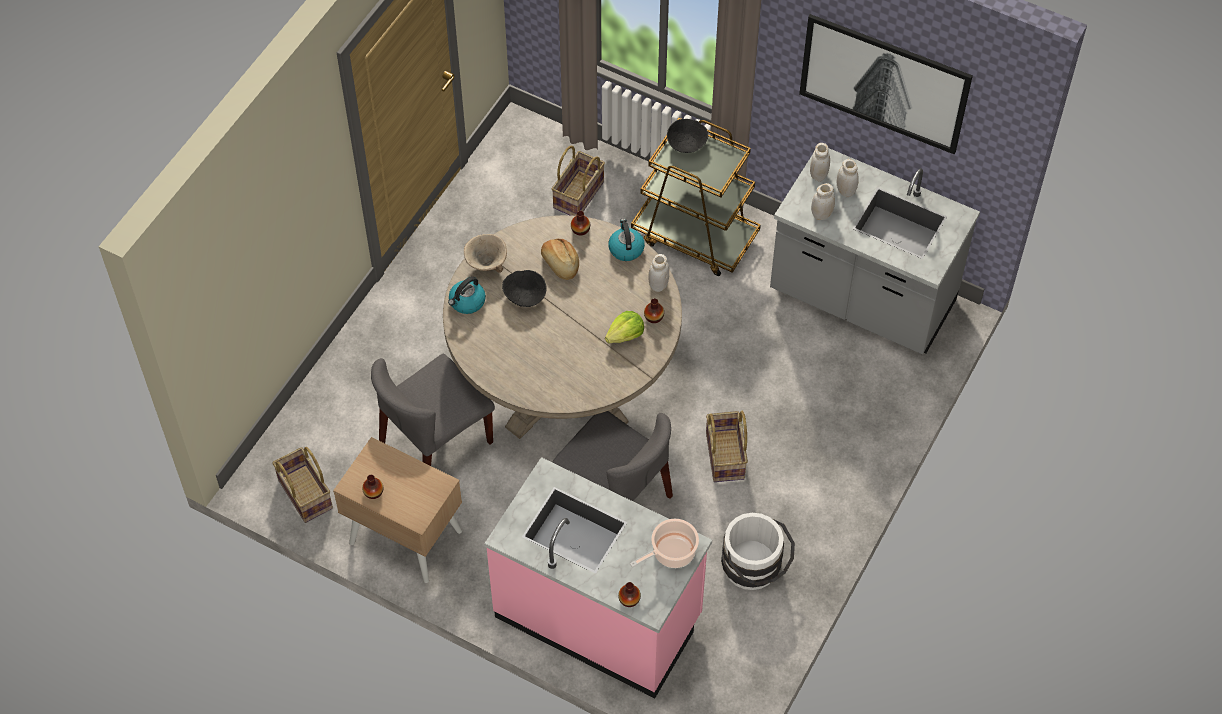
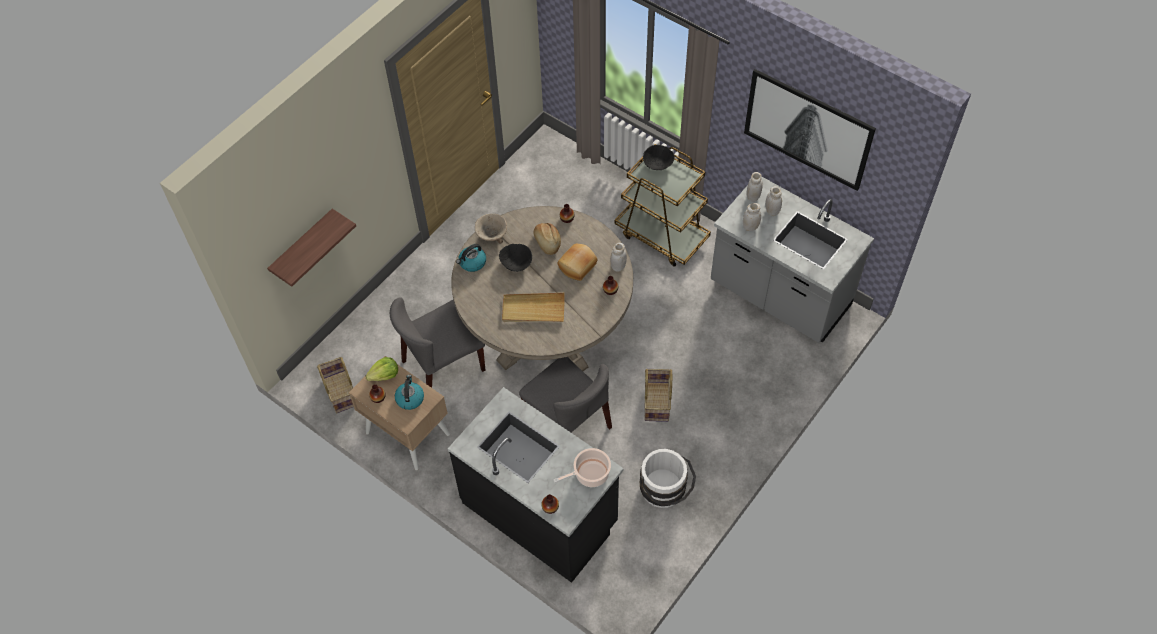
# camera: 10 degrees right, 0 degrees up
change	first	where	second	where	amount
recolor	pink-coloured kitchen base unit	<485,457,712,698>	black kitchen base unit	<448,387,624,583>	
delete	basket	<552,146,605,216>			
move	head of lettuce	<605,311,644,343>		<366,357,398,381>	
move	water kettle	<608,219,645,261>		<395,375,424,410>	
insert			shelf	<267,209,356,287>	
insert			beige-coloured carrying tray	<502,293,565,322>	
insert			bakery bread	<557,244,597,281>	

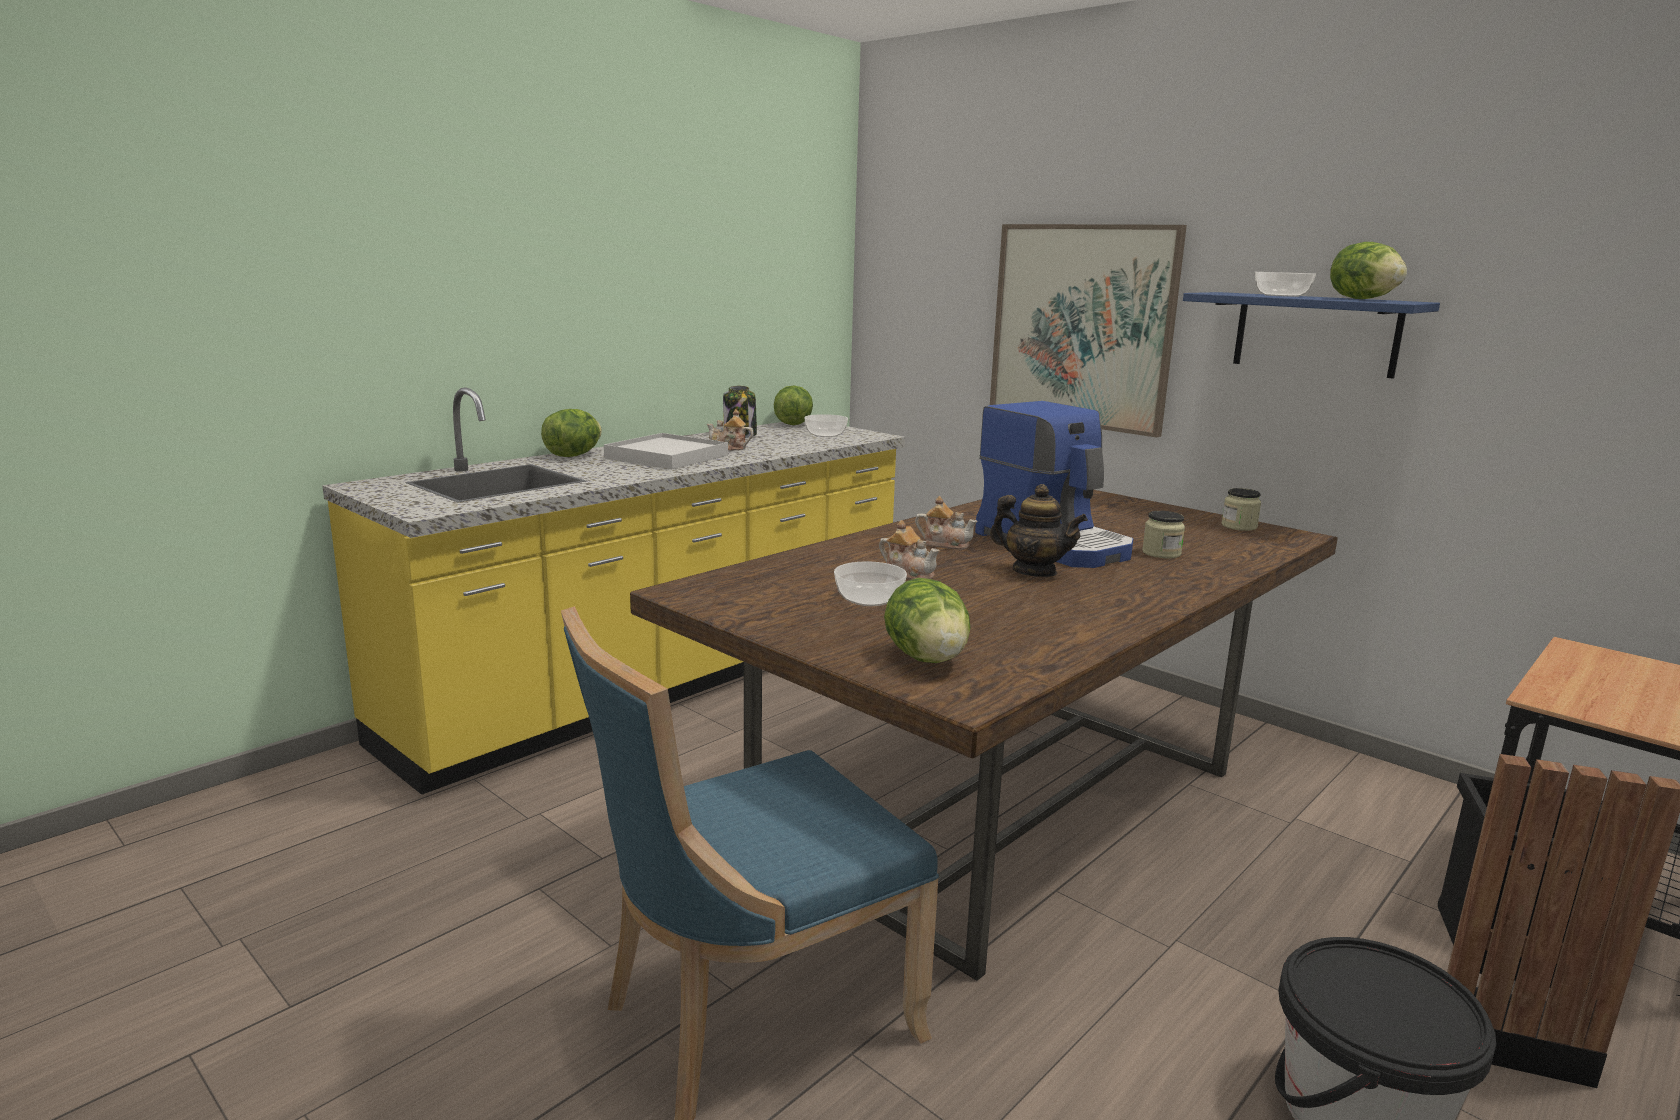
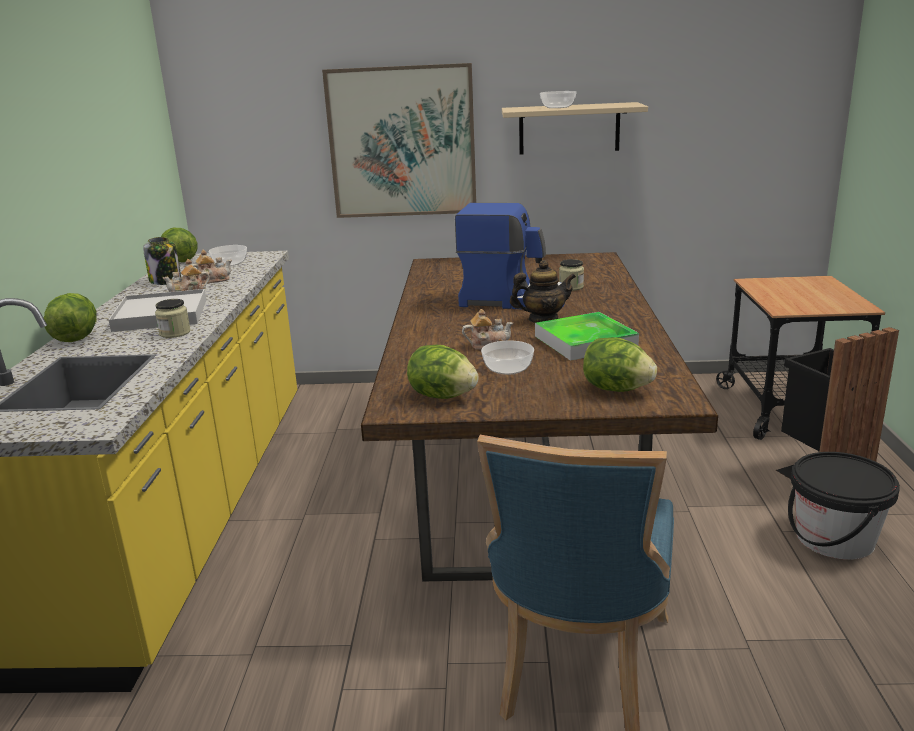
# camera: 40 degrees left, 5 degrees up
change	first	where	second	where	amount
move	pot for tea	<915,496,977,550>		<192,250,232,284>	
recolor	bluish shelf	<1183,292,1440,379>	beige-coloured shelf	<502,102,648,155>	
move	preserve jar	<1222,488,1261,531>		<155,299,191,338>	
move	head of lettuce	<1330,242,1407,299>		<407,345,479,399>	
insert			carrying tray	<535,312,639,361>	

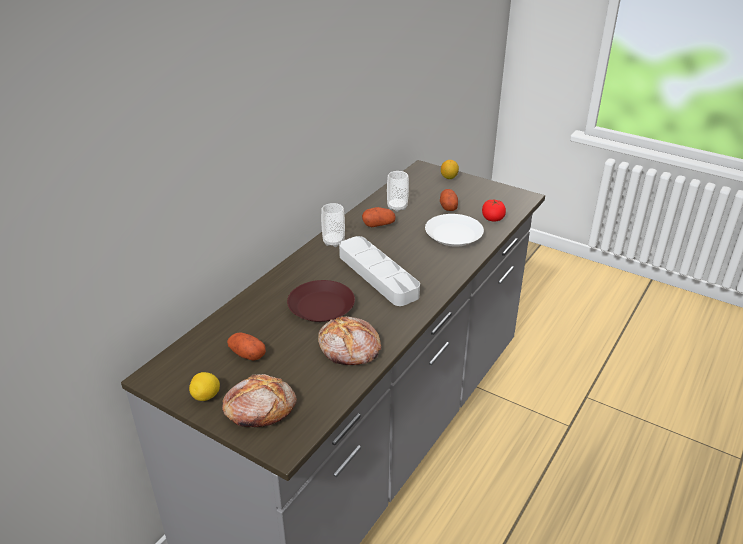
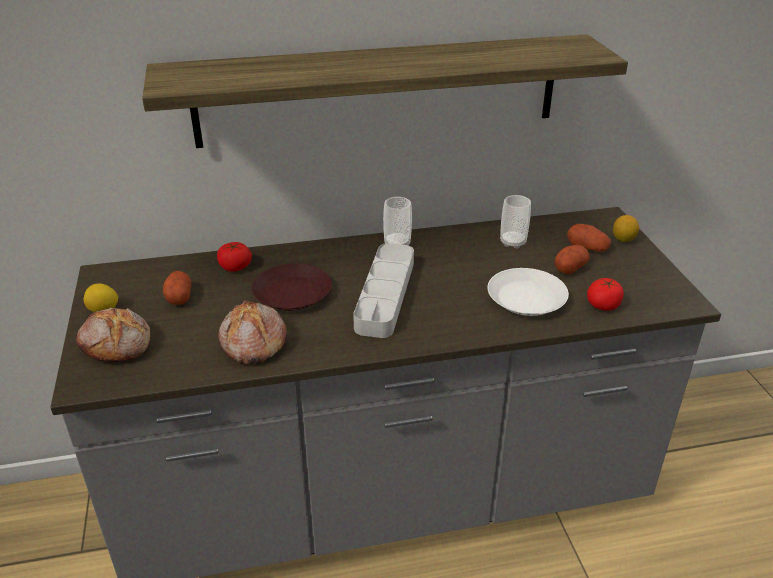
# camera: 45 degrees right, 0 degrees up
change	first	where	second	where	amount
move	whole potato	<362,207,396,227>		<567,224,611,252>	
insert			shelf	<142,34,628,148>	
insert			whole tomato	<217,242,252,272>	

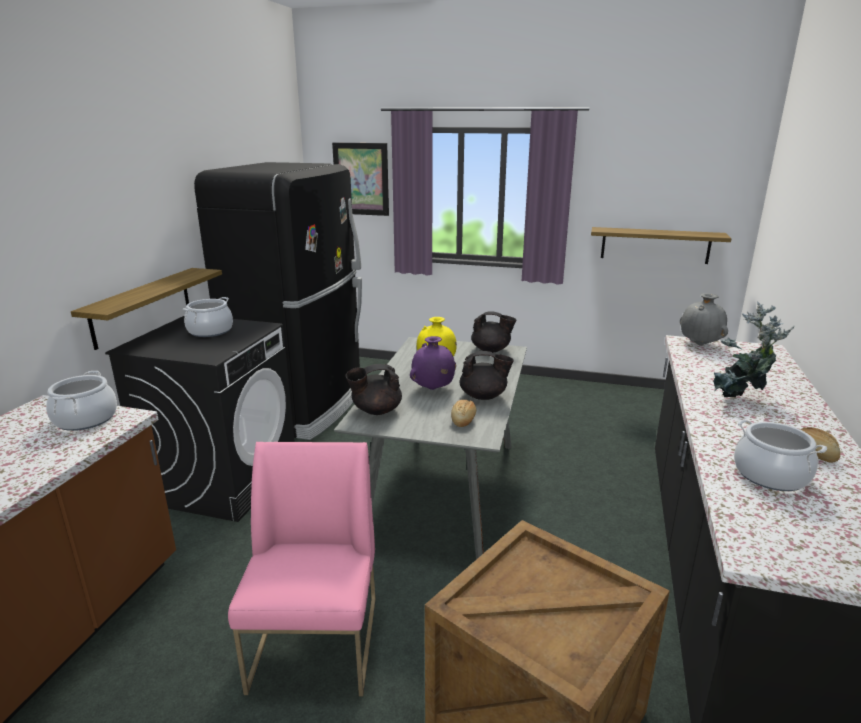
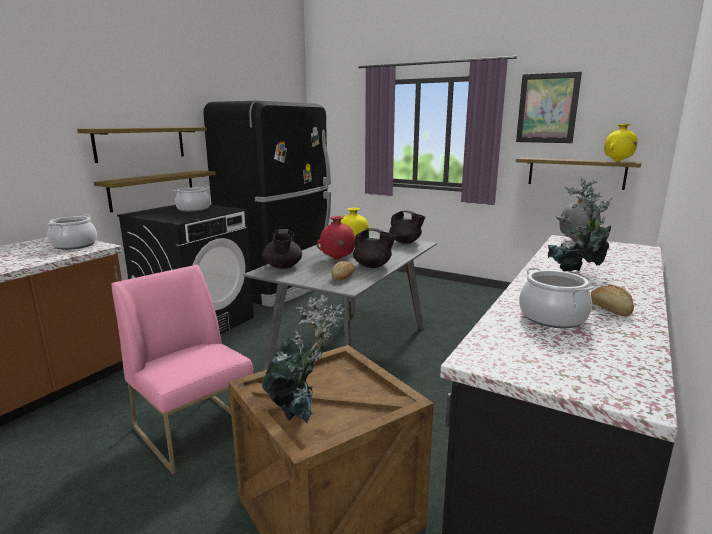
# camera: 15 degrees right, 5 degrees down
change	first	where	second	where	amount
rotate	pink-coloured plain chair	<228,442,376,697>		<111,265,253,475>	60 degrees counterclockwise
move	picture	<332,143,389,216>		<516,72,582,143>	
rotate	black pot for tea	<346,364,402,415>		<262,229,302,269>	90 degrees counterclockwise
recolor	purple decorative vase	<410,336,456,390>	red decorative vase	<317,216,355,260>	
insert			shelf	<77,127,207,163>	
insert			houseplant	<262,295,344,424>	
insert			yellow decorative vase	<604,124,637,162>	

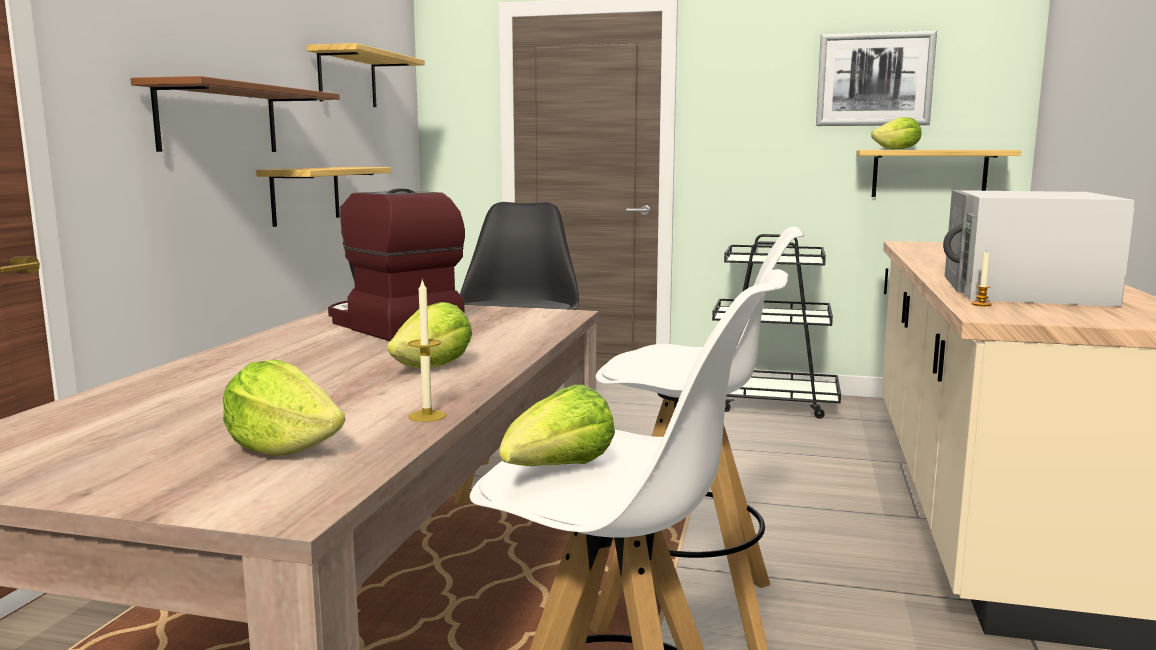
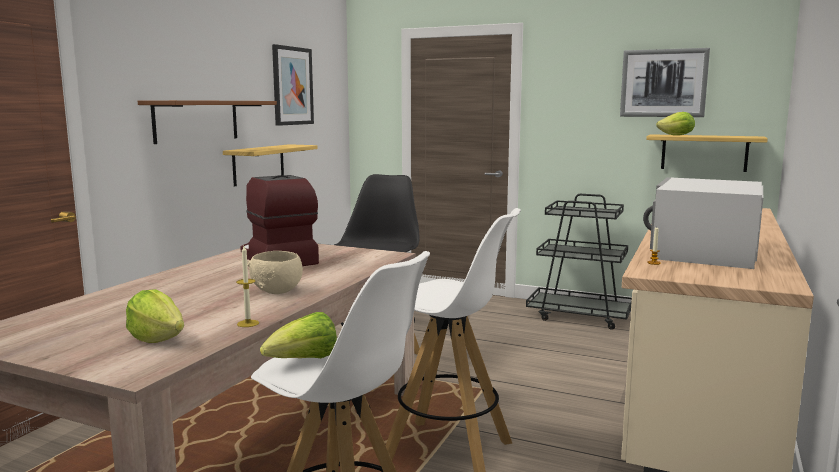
# camera: 10 degrees right, 0 degrees up
change	first	where	second	where	amount
replace	shelf	<306,43,425,107>	picture	<272,44,314,126>	
replace	head of lettuce	<387,302,472,368>	beige-coloured deep dish	<247,251,303,294>	

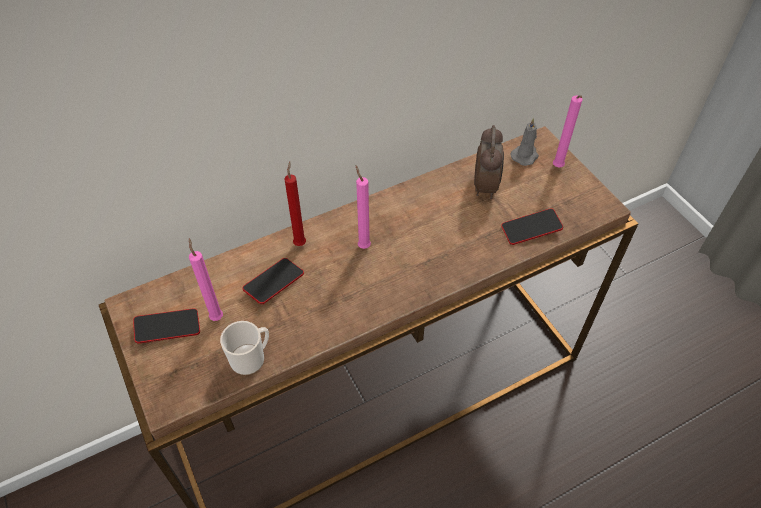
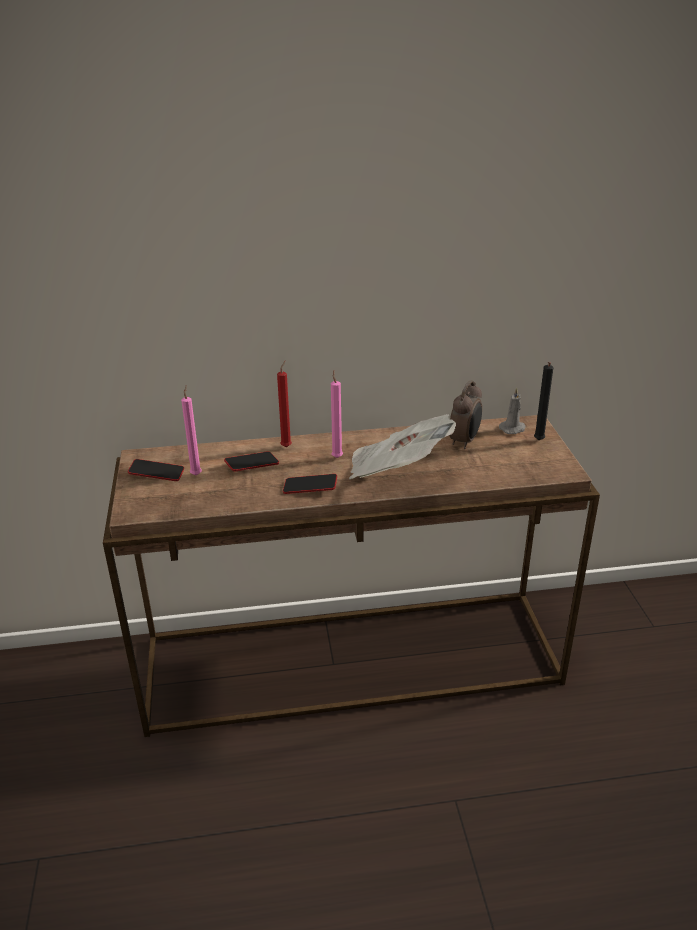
# camera: 20 degrees right, 20 degrees down
change	first	where	second	where	amount
delete	coffee mug	<220,321,269,375>			
move	handset	<501,208,563,245>		<283,474,337,494>	
recolor	pink-coloured wax candle	<553,95,583,167>	black wax candle	<534,362,553,440>	
insert			daily paper	<349,414,456,479>	

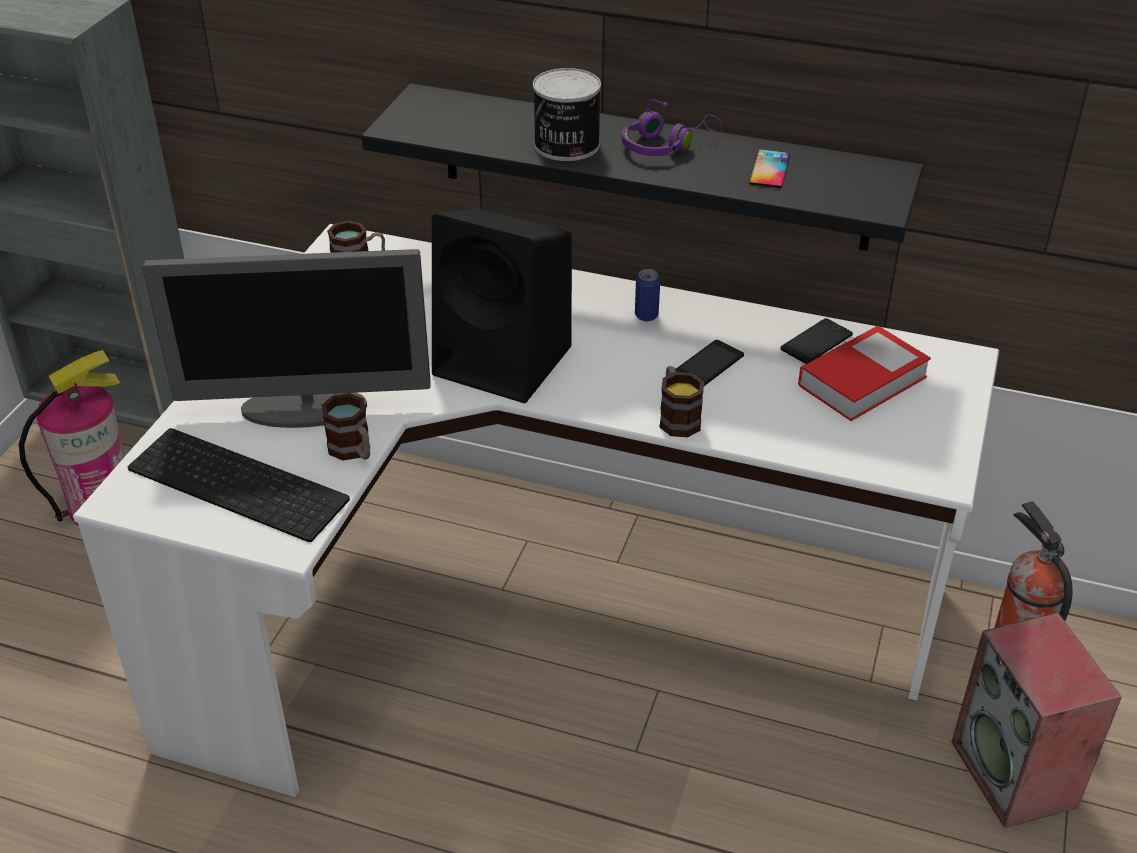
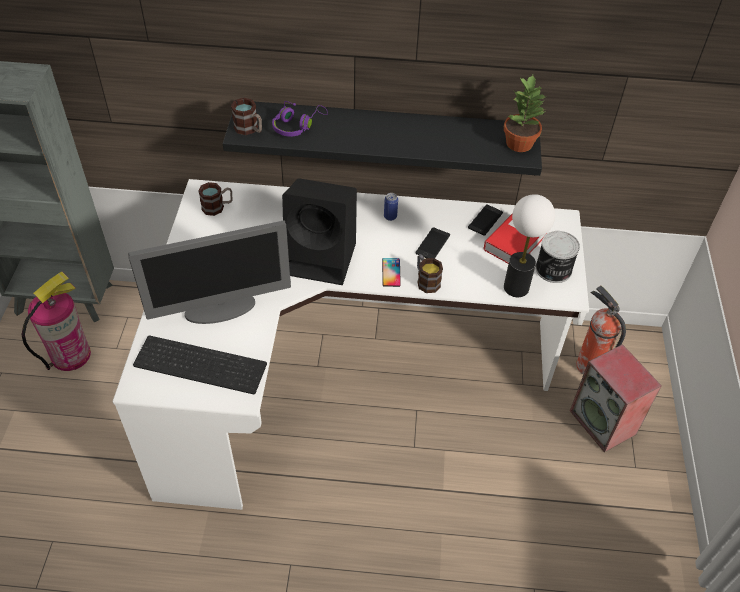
# camera: 15 degrees left, 10 degrees up
change	first	where	second	where	amount
move	coffee mug	<321,393,370,461>		<231,98,262,135>	
move	sealed can	<533,68,601,161>		<535,231,580,283>	
move	purple headset	<622,99,723,156>		<272,101,328,137>	
move	handset	<749,149,790,188>		<382,258,401,287>	
insert			houseplant	<504,75,546,152>	
insert			tabletop lamp	<504,194,555,297>	

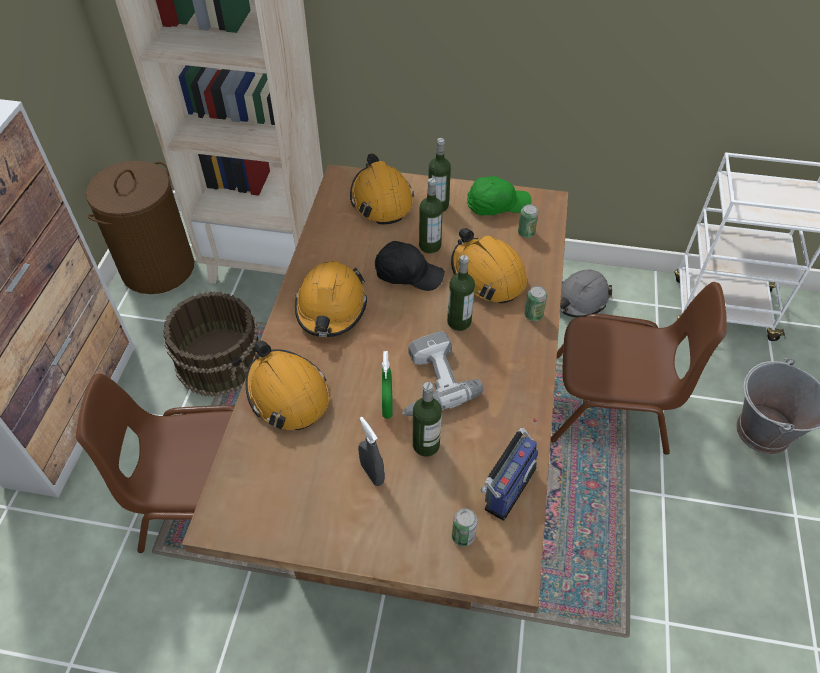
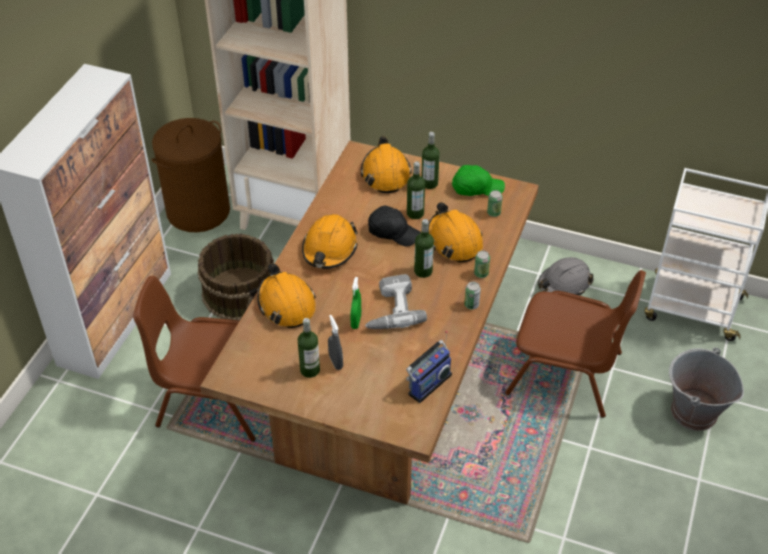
# camera: 10 degrees right, 5 degrees down
change	first	where	second	where	amount
move	bottle	<413,382,442,456>		<298,318,320,378>	
move	sealed can	<452,508,477,546>		<464,282,481,310>	

